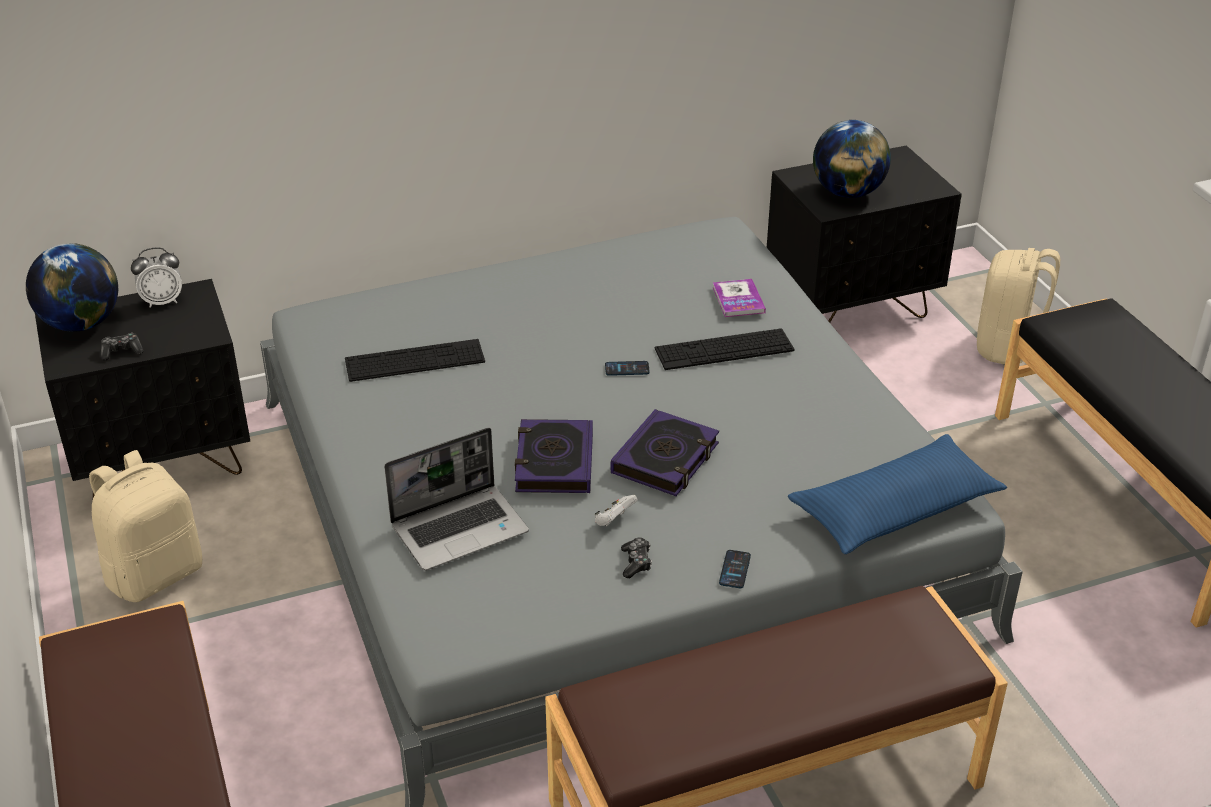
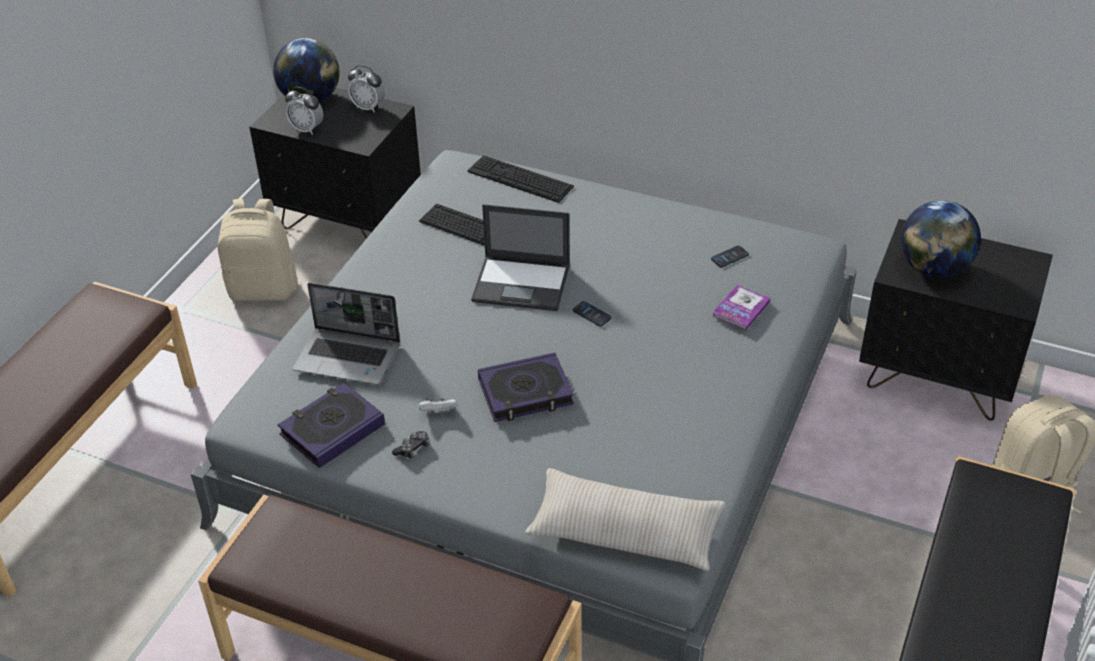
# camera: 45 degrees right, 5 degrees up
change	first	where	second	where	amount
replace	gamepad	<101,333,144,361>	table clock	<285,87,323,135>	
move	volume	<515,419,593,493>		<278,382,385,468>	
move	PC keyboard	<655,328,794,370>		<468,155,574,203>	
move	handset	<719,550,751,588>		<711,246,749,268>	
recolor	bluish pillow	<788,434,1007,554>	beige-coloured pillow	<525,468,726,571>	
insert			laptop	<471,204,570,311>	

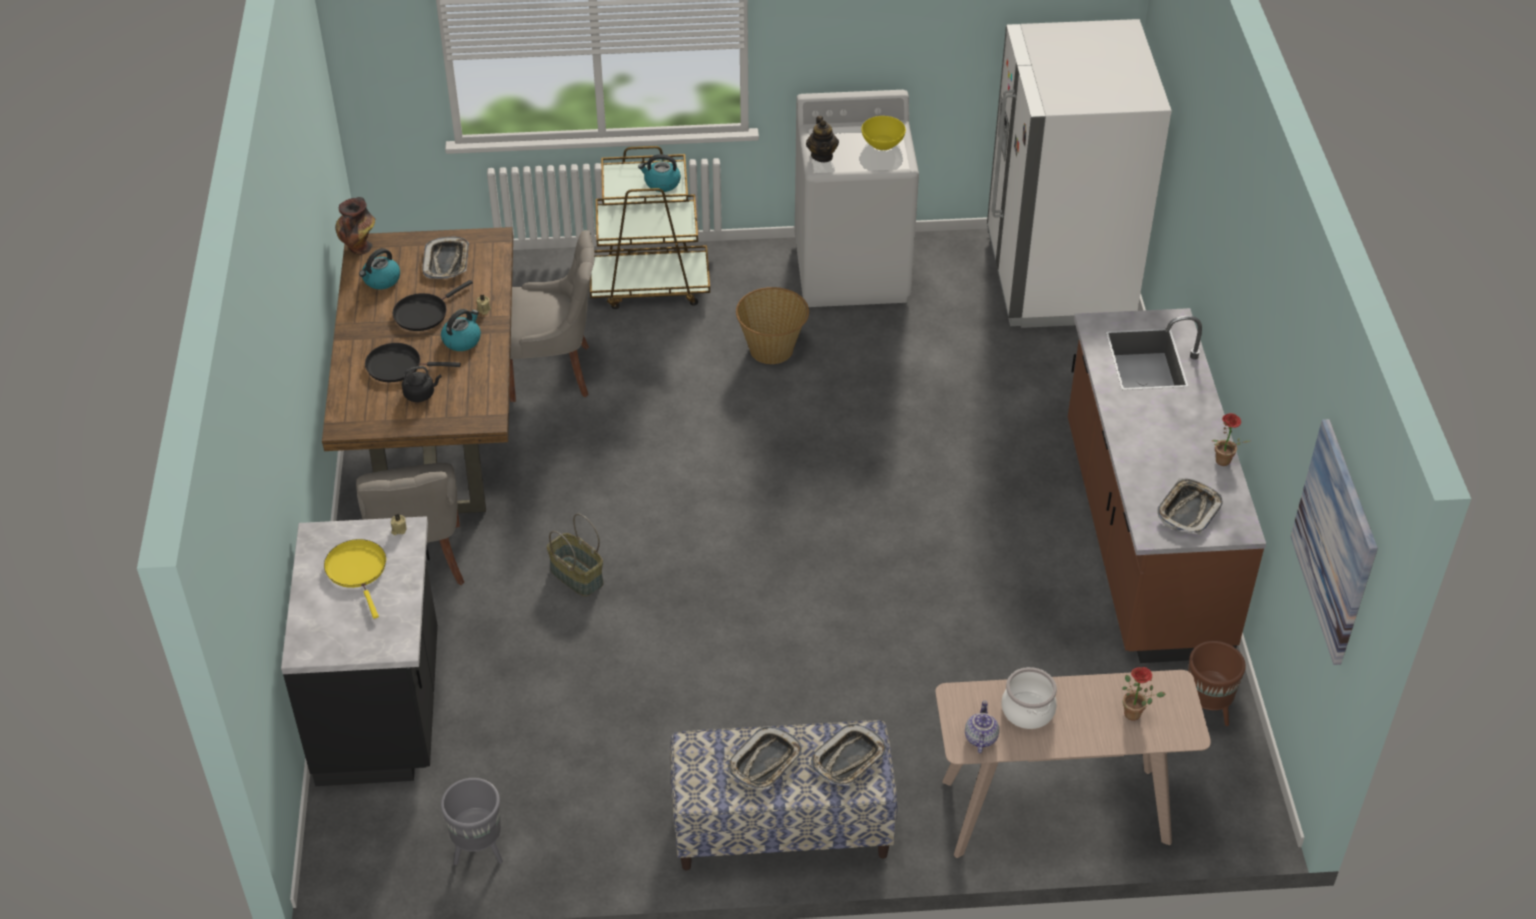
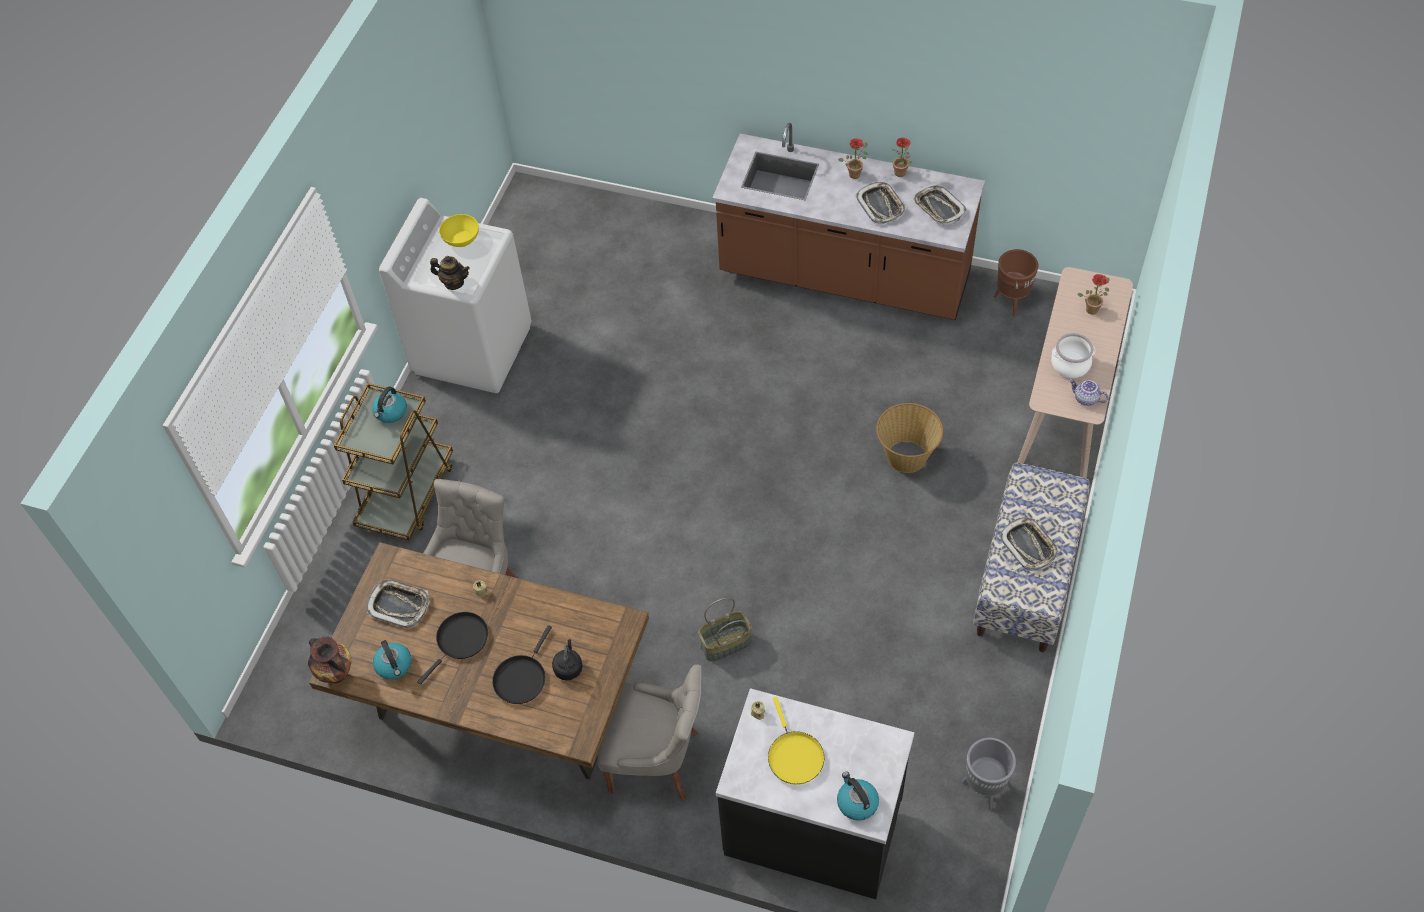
# camera: 65 degrees left, 10 degrees up
change	first	where	second	where	amount
rotate	yellow frying pan	<324,539,386,619>		<768,697,825,785>	105 degrees counterclockwise
rotate	black frying pan	<393,280,473,331>		<417,612,488,685>	120 degrees counterclockwise
move	water kettle	<441,309,481,351>		<837,772,879,821>	
move	basket	<736,287,809,364>		<876,403,943,473>	
move	carrying tray	<811,724,887,785>		<855,182,907,224>	
delete	white refrigerator	<987,19,1172,328>			
delete	picture	<1290,419,1378,665>			
insert			houseplant	<838,138,868,179>	

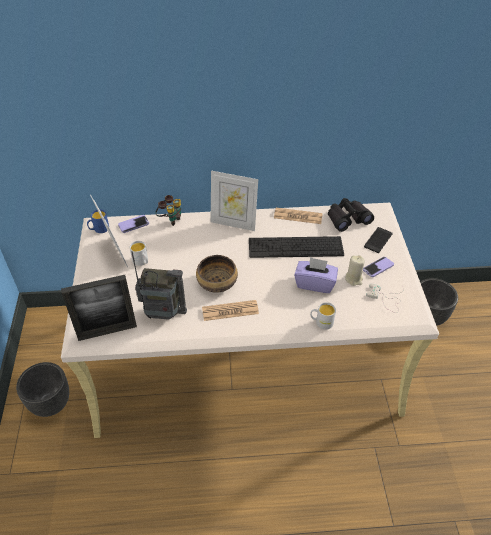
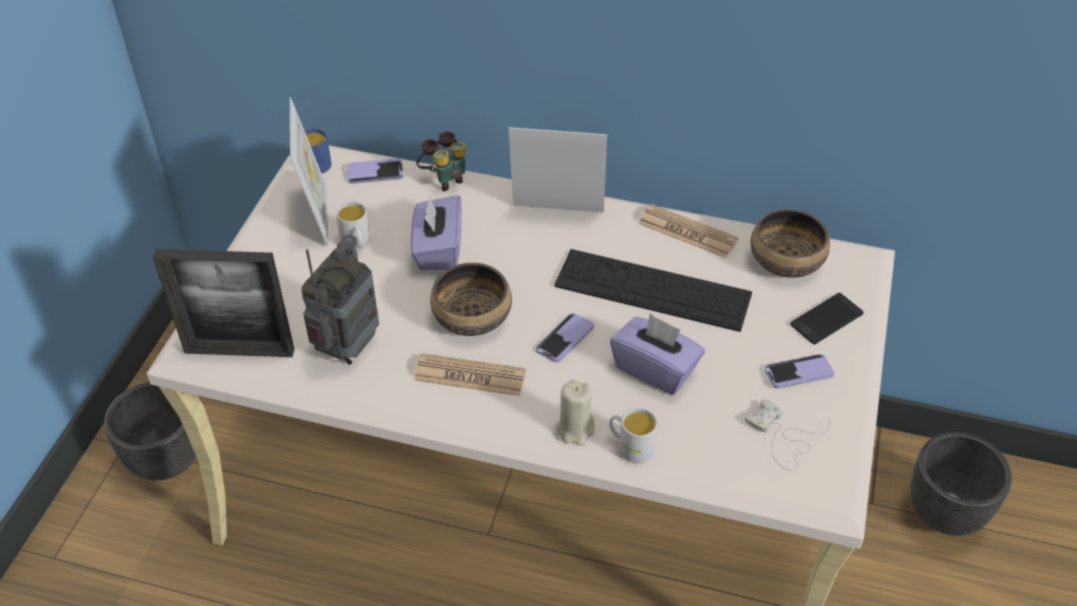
# camera: 20 degrees right, 0 degrees up
change	first	where	second	where	amount
rotate	radio	<131,251,187,320>		<301,235,379,365>	90 degrees counterclockwise
rotate	standing frame	<211,171,258,231>		<509,127,607,213>	150 degrees clockwise
replace	black binoculars	<328,198,374,232>	deep dish	<751,209,830,278>	
move	beige-coloured wax candle	<345,255,365,286>		<556,380,595,446>	
insert			purple tissue box	<410,195,462,270>	
insert			handset	<536,313,594,362>	

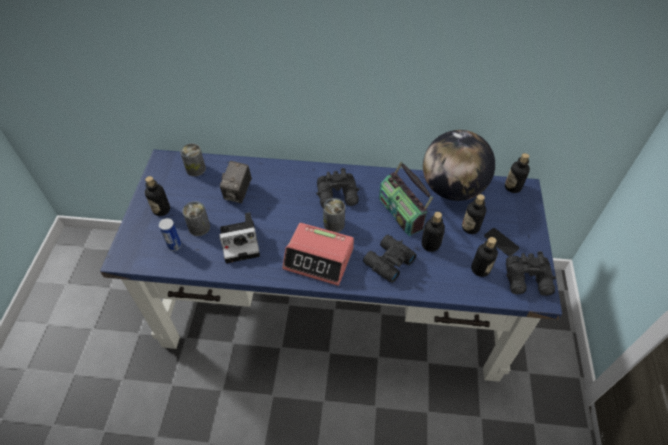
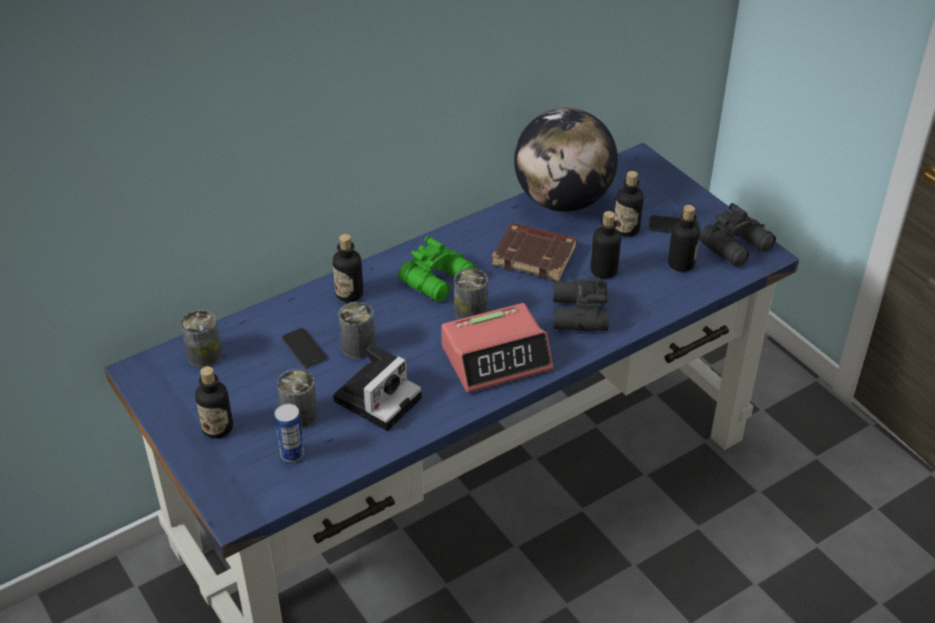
# camera: 40 degrees left, 10 degrees down
change	first	where	second	where	amount
replace	still camera	<220,161,252,203>	handset	<282,328,327,368>	
recolor	black binoculars	<316,168,359,207>	green-coloured binoculars	<398,236,476,302>	
replace	radio	<379,162,433,236>	brown-coloured volume	<492,223,577,281>	
move	bottle	<505,153,530,193>		<333,234,363,302>	
insert			sealed can	<339,302,376,359>	

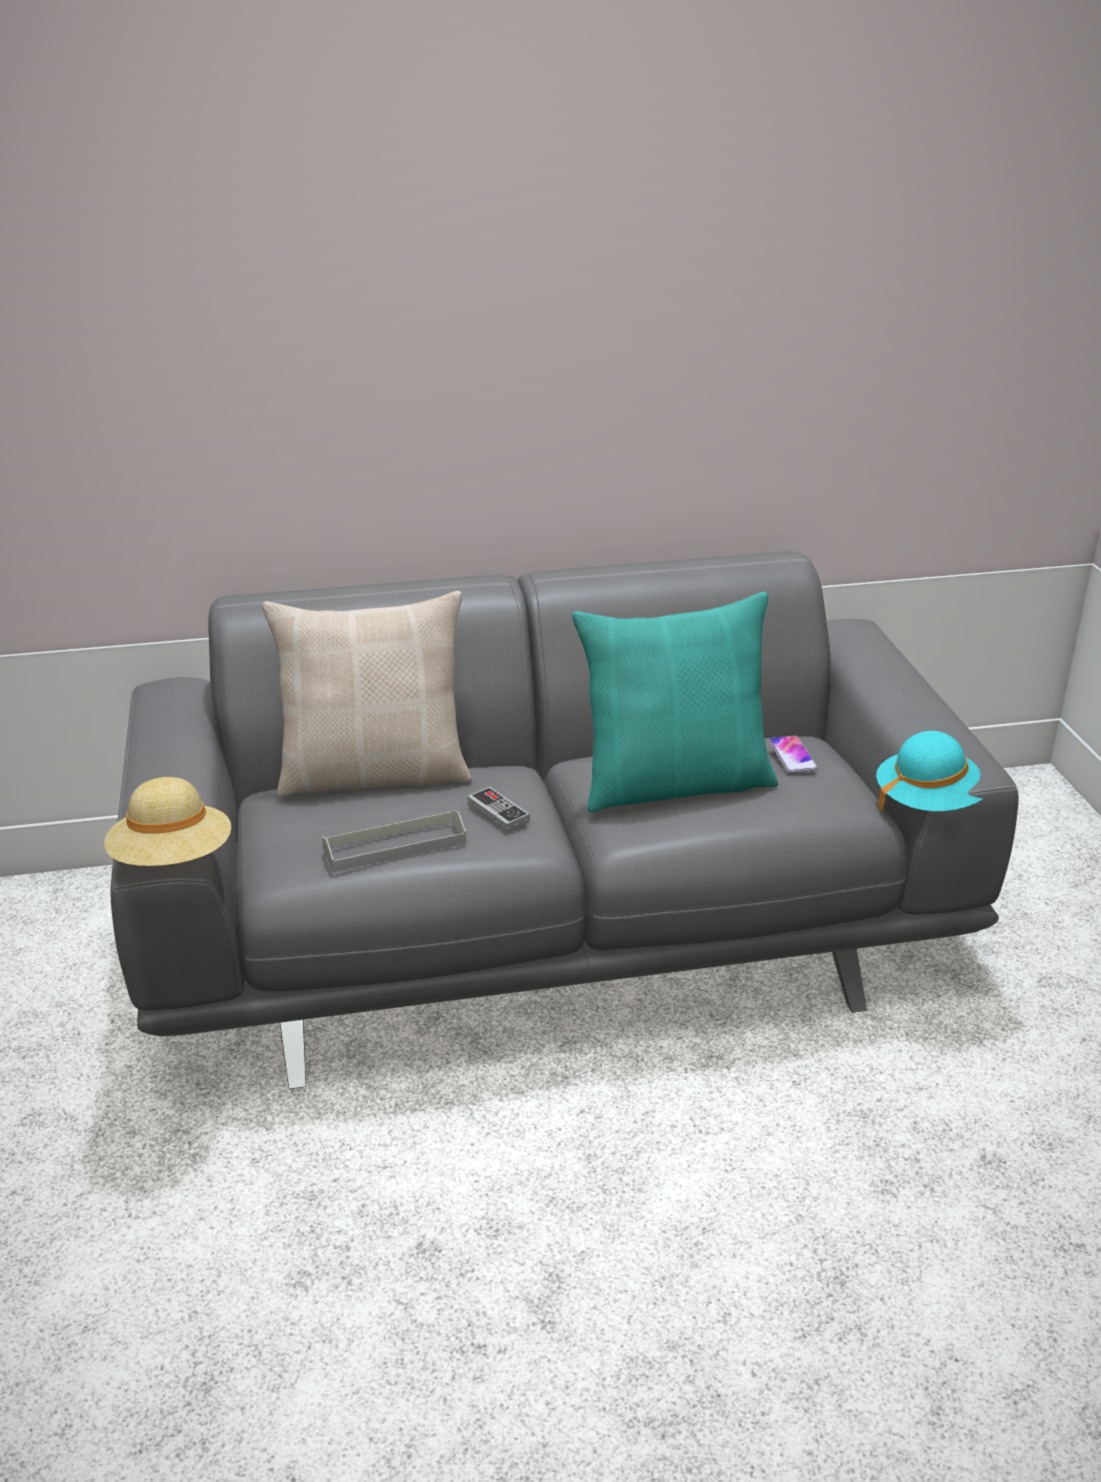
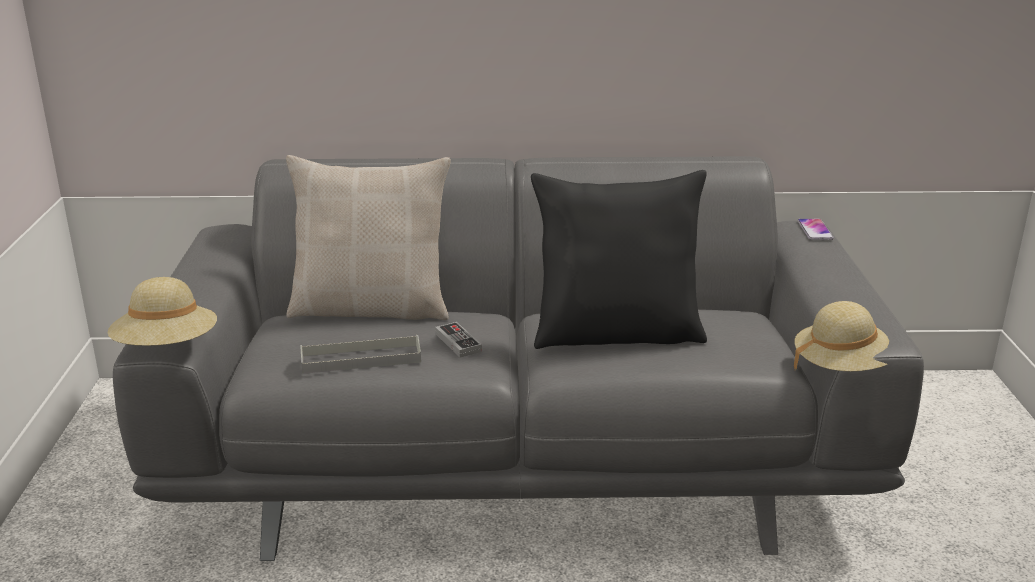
# camera: 10 degrees right, 5 degrees down
change	first	where	second	where	amount
recolor	blue-green pillow	<572,592,778,813>	black pillow	<531,170,707,349>	
move	handset	<769,736,818,773>		<797,219,834,240>	
recolor	blue-green clothing hat	<876,731,982,812>	beige-coloured clothing hat	<794,301,889,372>	

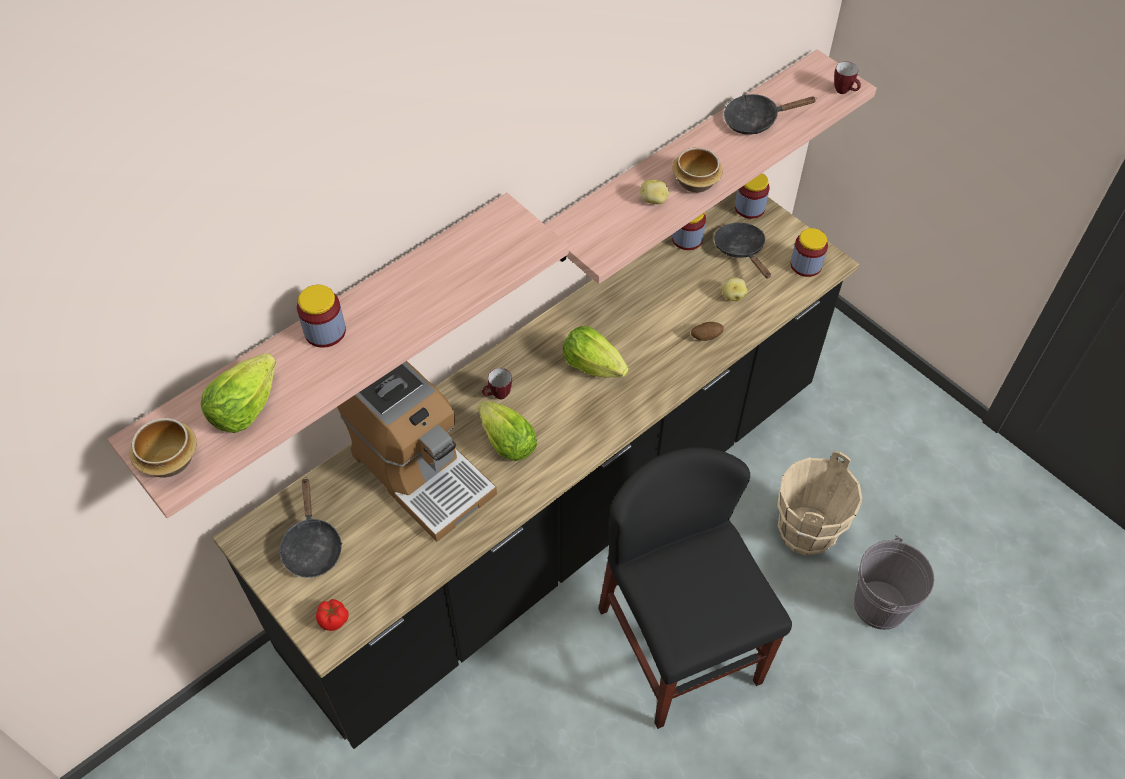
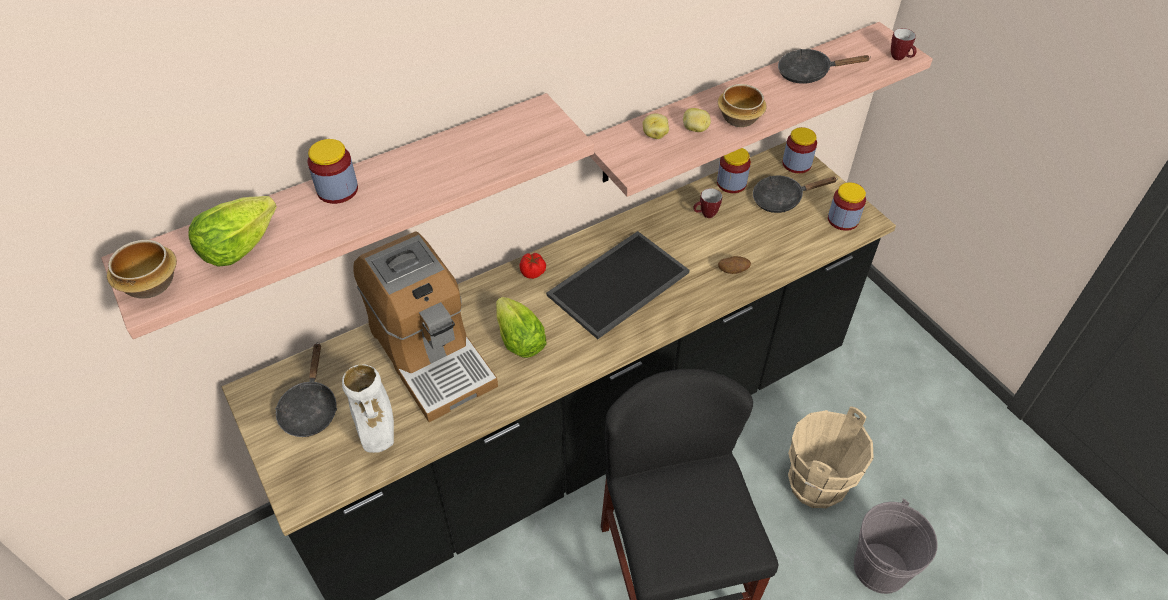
# camera: 10 degrees right, 5 degrees down
change	first	where	second	where	amount
move	whole tomato	<316,599,348,631>		<519,253,546,279>	
move	coffee mug	<482,368,512,399>		<693,188,722,218>	
replace	head of lettuce	<563,326,629,377>	carrying tray	<546,231,690,339>	
rotate	black frying pan	<714,223,771,278>		<753,176,838,213>	90 degrees counterclockwise
move	whole potato	<721,277,748,301>		<642,114,669,139>	
insert			white decorative vase	<342,364,394,453>	

